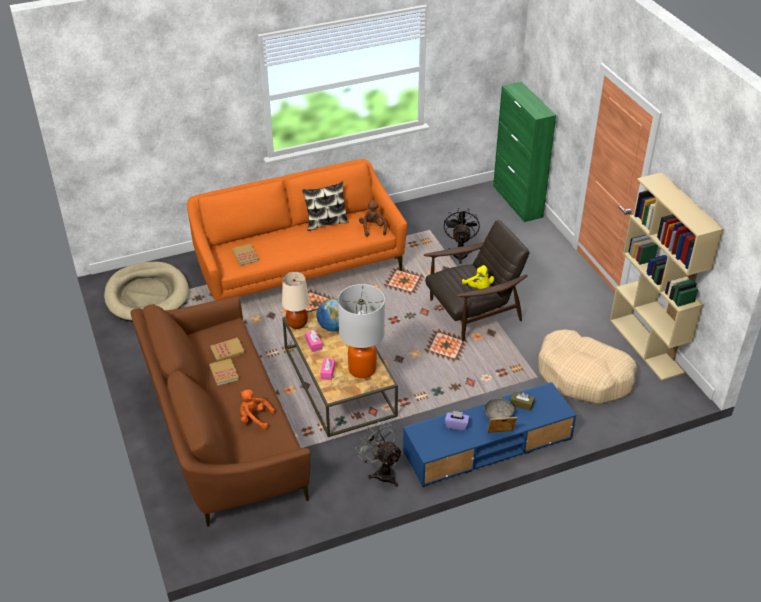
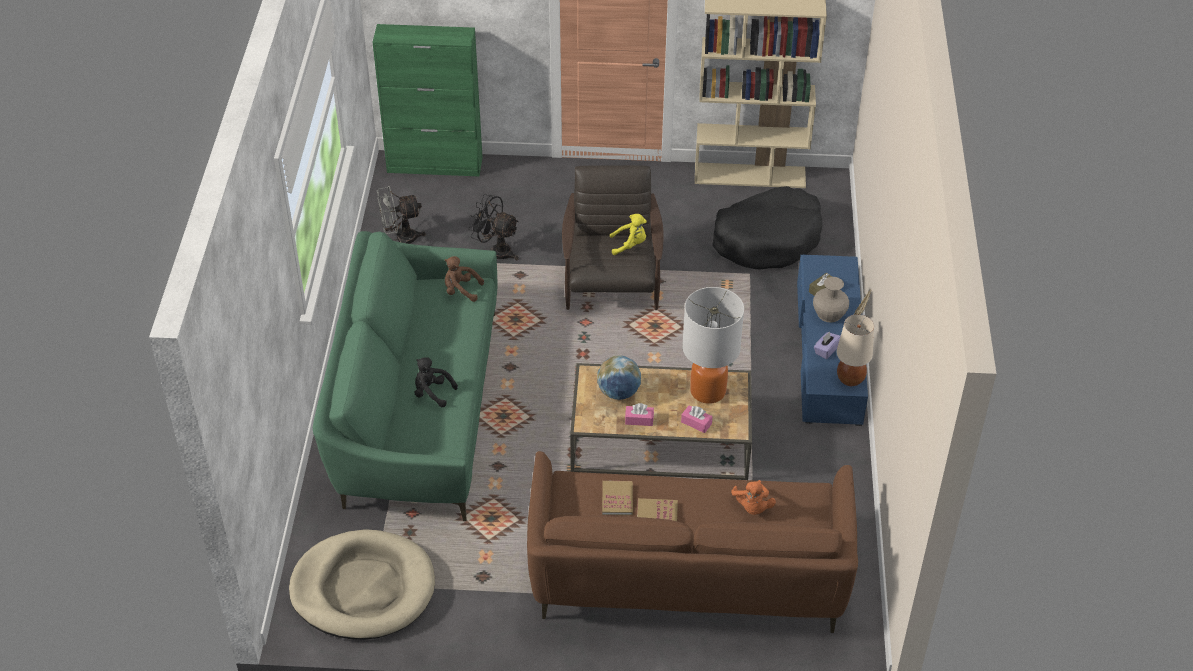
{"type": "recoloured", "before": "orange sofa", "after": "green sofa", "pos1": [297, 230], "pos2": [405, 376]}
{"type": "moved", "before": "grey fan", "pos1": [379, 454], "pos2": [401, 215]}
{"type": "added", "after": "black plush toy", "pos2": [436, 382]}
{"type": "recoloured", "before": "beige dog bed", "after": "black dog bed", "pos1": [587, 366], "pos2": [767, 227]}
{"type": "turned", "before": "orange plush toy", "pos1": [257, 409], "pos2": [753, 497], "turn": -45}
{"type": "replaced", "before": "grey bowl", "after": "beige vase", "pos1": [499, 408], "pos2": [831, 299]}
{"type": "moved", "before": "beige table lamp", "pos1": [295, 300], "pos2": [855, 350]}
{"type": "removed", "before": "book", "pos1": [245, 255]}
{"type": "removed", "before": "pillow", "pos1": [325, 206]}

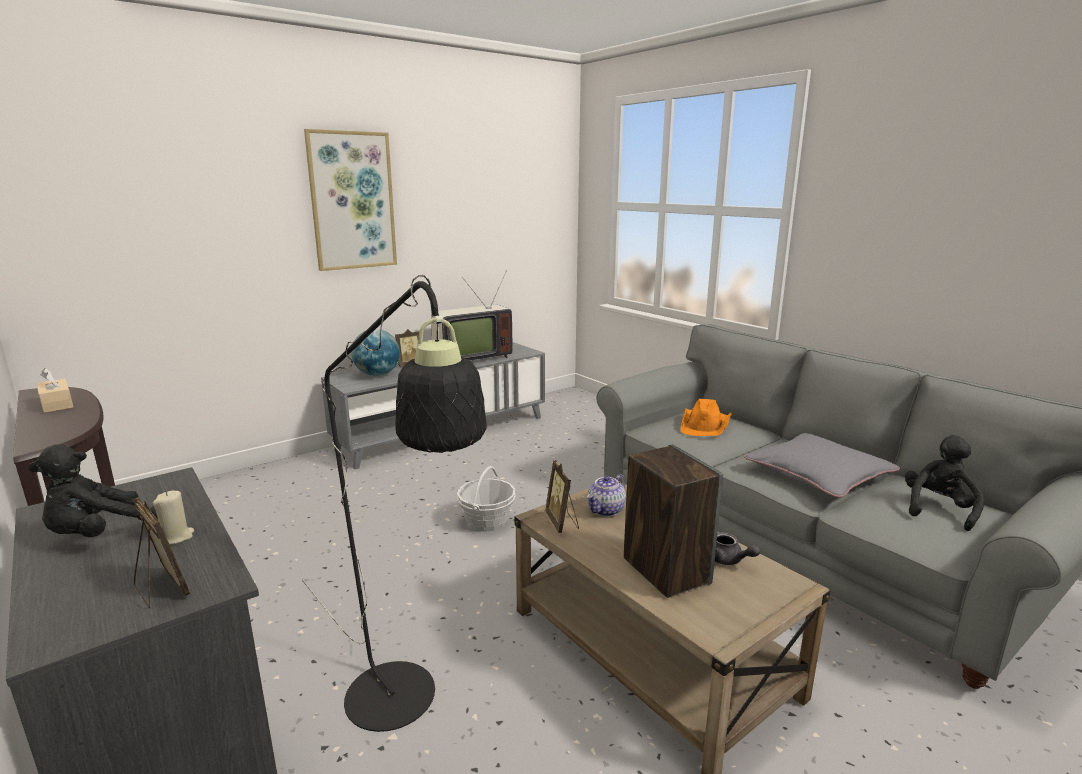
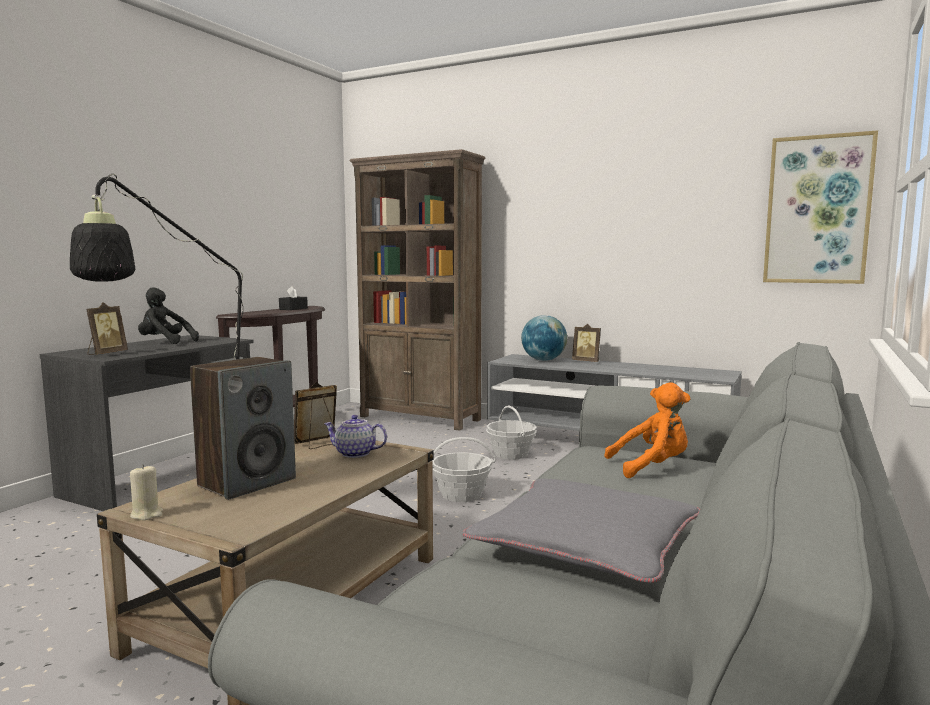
{"type": "moved", "before": "beige candle", "pos1": [173, 518], "pos2": [146, 492]}
{"type": "recoloured", "before": "beige tissue box", "after": "black tissue box", "pos1": [55, 390], "pos2": [293, 298]}
{"type": "added", "after": "brown bookcase", "pos2": [417, 290]}
{"type": "added", "after": "basket", "pos2": [511, 432]}
{"type": "replaced", "before": "orange hat", "after": "orange plush toy", "pos1": [706, 417], "pos2": [647, 430]}
{"type": "moved", "before": "picture", "pos1": [350, 200], "pos2": [820, 207]}
{"type": "removed", "before": "television", "pos1": [471, 315]}
{"type": "removed", "before": "grey teapot", "pos1": [737, 548]}
{"type": "removed", "before": "black plush toy", "pos1": [944, 483]}

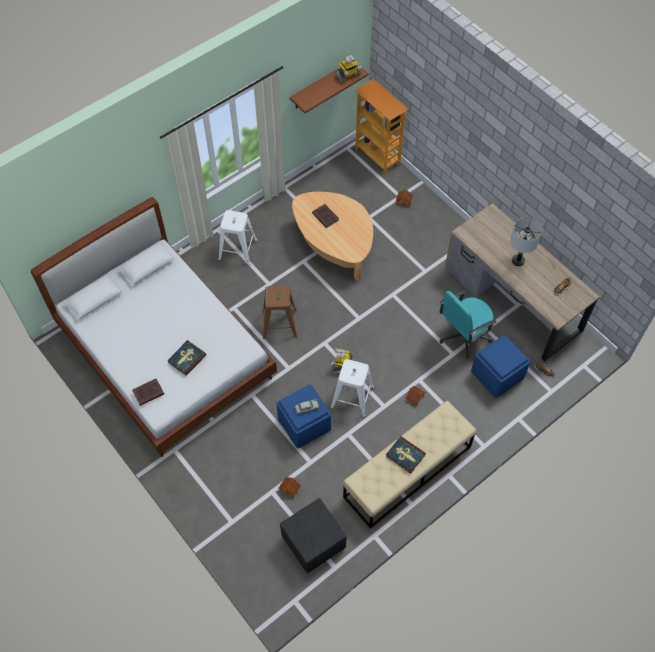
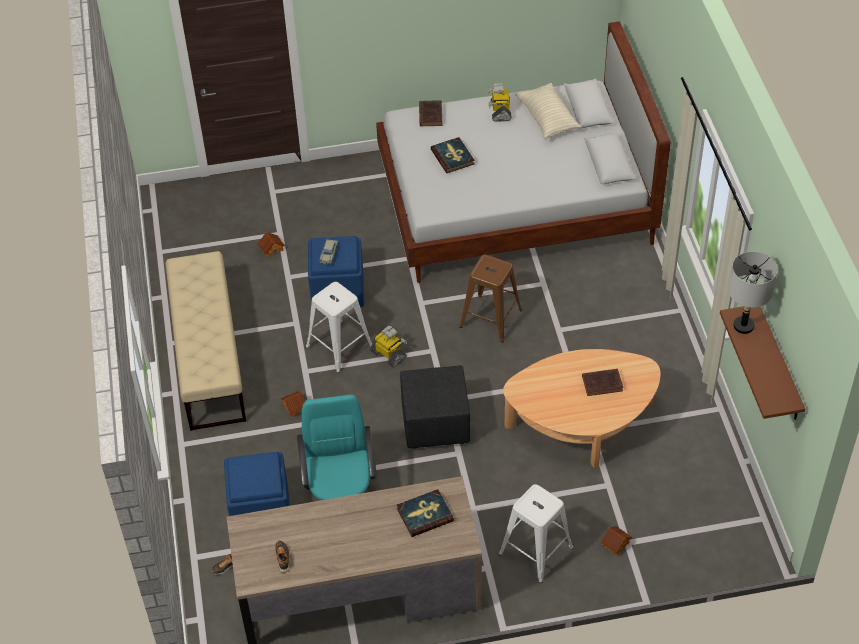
{"type": "moved", "before": "book", "pos1": [406, 455], "pos2": [425, 513]}
{"type": "moved", "before": "black ottoman", "pos1": [313, 535], "pos2": [435, 407]}
{"type": "moved", "before": "toy robot", "pos1": [348, 69], "pos2": [499, 102]}
{"type": "moved", "before": "white stool", "pos1": [238, 238], "pos2": [536, 533]}
{"type": "added", "after": "beige pillow", "pos2": [548, 111]}
{"type": "moved", "before": "grey table lamp", "pos1": [526, 242], "pos2": [753, 293]}
{"type": "removed", "before": "bookcase", "pos1": [381, 127]}

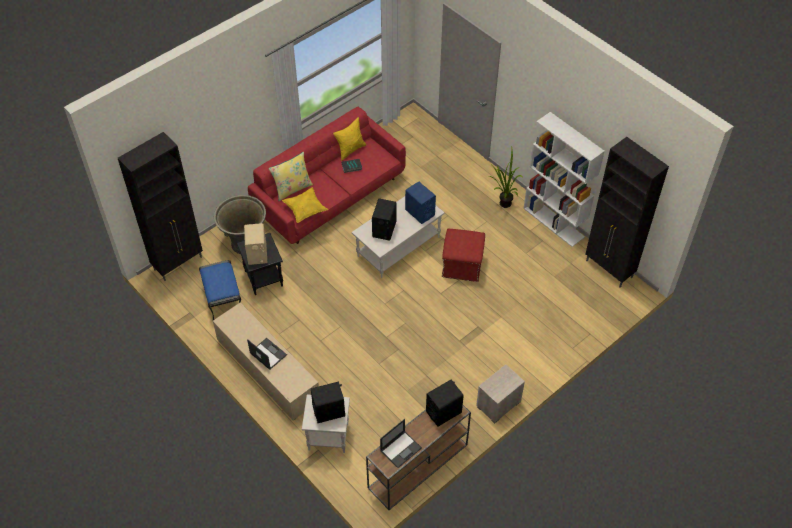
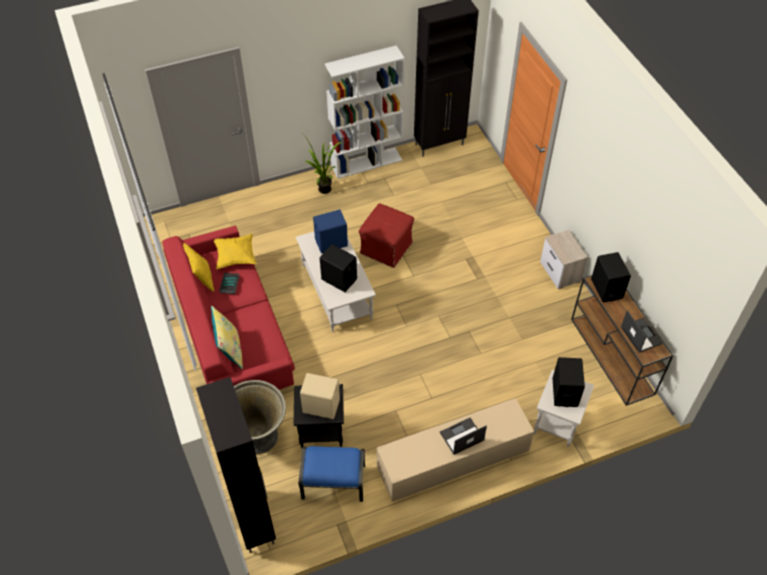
{"type": "moved", "before": "yellow pillow", "pos1": [305, 205], "pos2": [235, 251]}

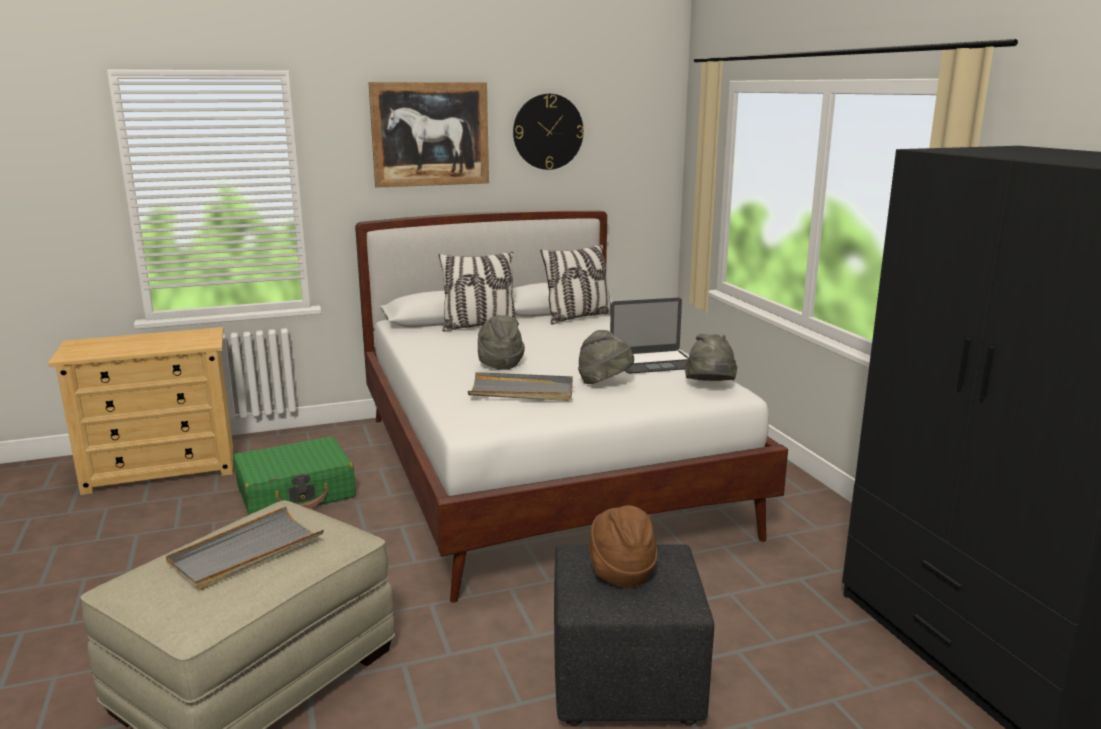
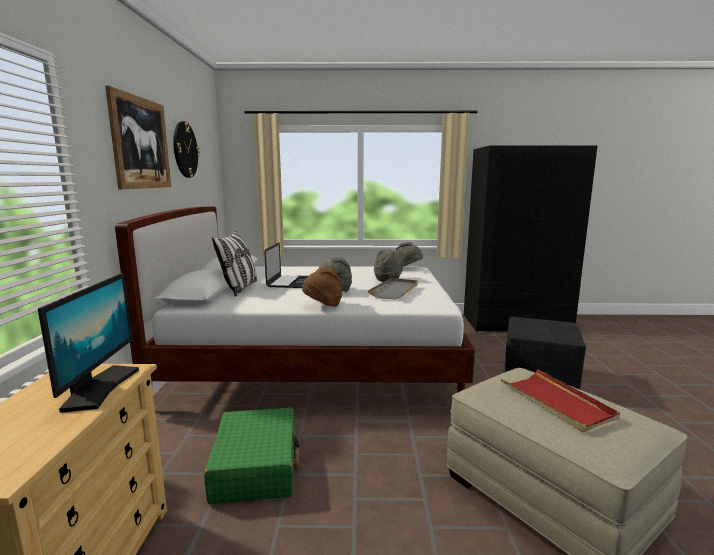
{"type": "added", "after": "monitor", "pos2": [88, 343]}
{"type": "moved", "before": "laptop", "pos1": [649, 336], "pos2": [286, 265]}
{"type": "moved", "before": "brown hat", "pos1": [623, 546], "pos2": [322, 287]}
{"type": "recoloured", "before": "grey tray", "after": "red tray", "pos1": [245, 548], "pos2": [560, 400]}
{"type": "removed", "before": "pillow", "pos1": [575, 284]}

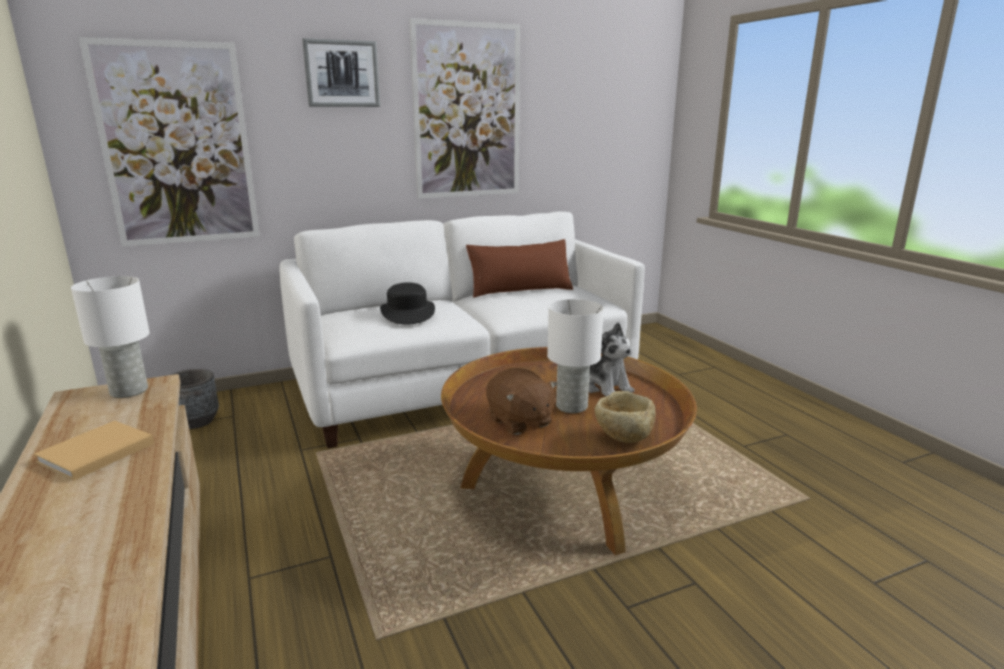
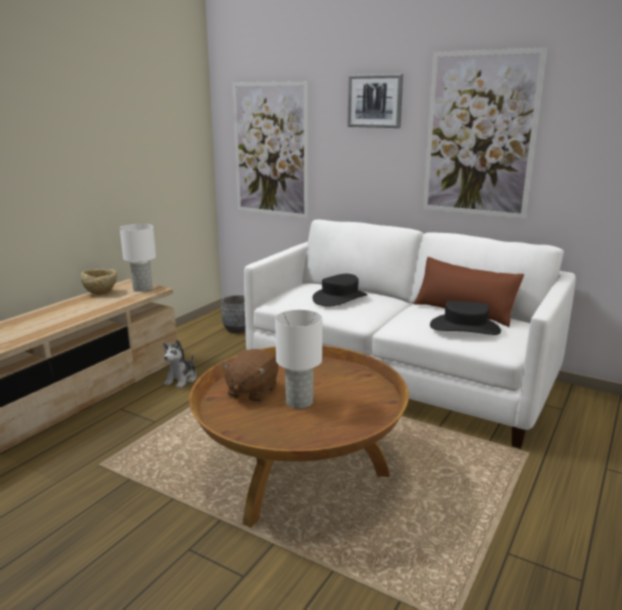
{"type": "moved", "before": "beige bowl", "pos1": [625, 417], "pos2": [99, 282]}
{"type": "moved", "before": "plush toy", "pos1": [611, 359], "pos2": [180, 364]}
{"type": "added", "after": "black hat", "pos2": [465, 318]}
{"type": "removed", "before": "beige book", "pos1": [94, 450]}

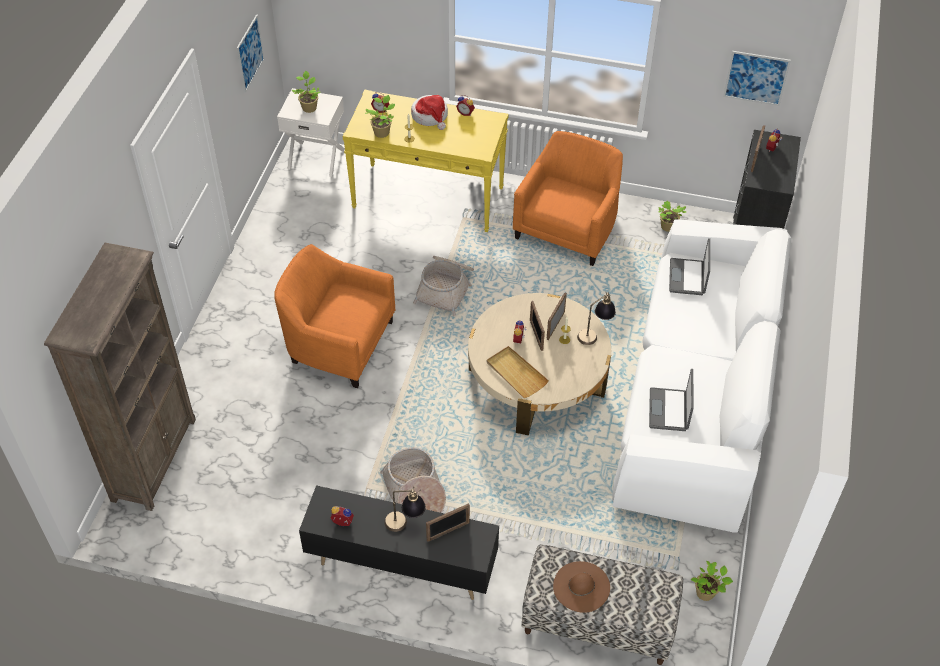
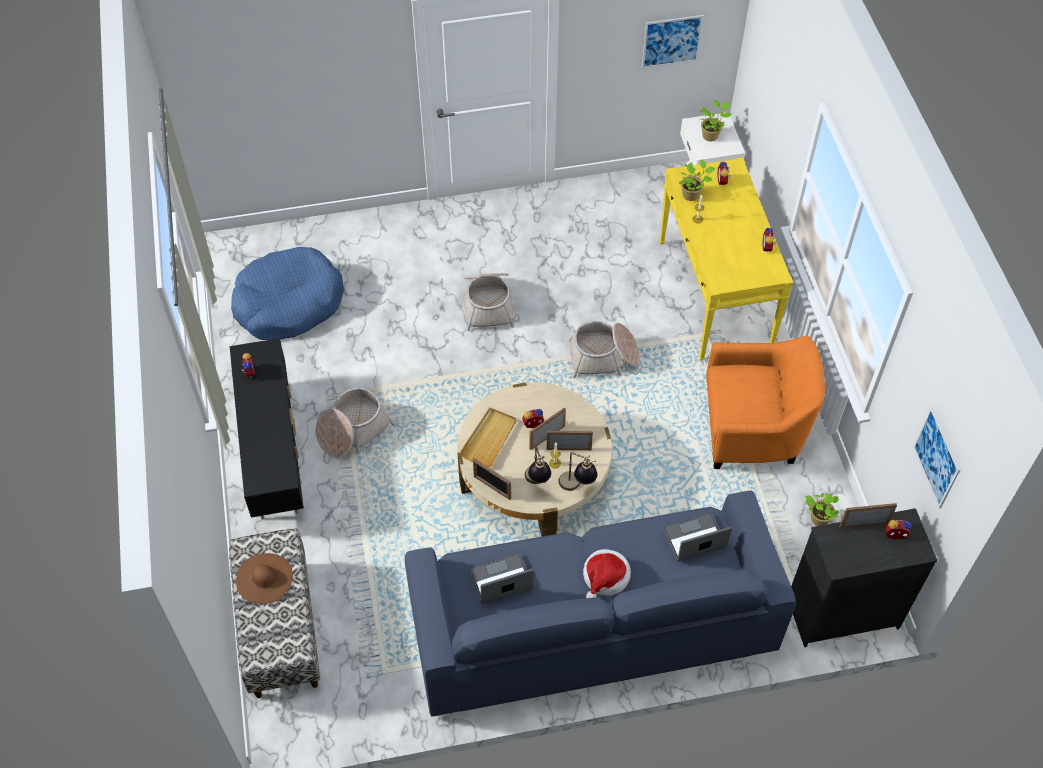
{"type": "added", "after": "blue dog bed", "pos2": [287, 293]}
{"type": "recoloured", "before": "white sofa", "after": "blue sofa", "pos1": [702, 376], "pos2": [600, 603]}
{"type": "replaced", "before": "orange armchair", "after": "basket", "pos1": [334, 316], "pos2": [489, 302]}
{"type": "moved", "before": "picture frame", "pos1": [448, 522], "pos2": [492, 479]}
{"type": "moved", "before": "table lamp", "pos1": [405, 509], "pos2": [538, 465]}
{"type": "moved", "before": "hat", "pos1": [429, 112], "pos2": [607, 573]}
{"type": "removed", "before": "brown bookcase", "pos1": [120, 377]}
{"type": "removed", "before": "potted plant", "pos1": [712, 581]}

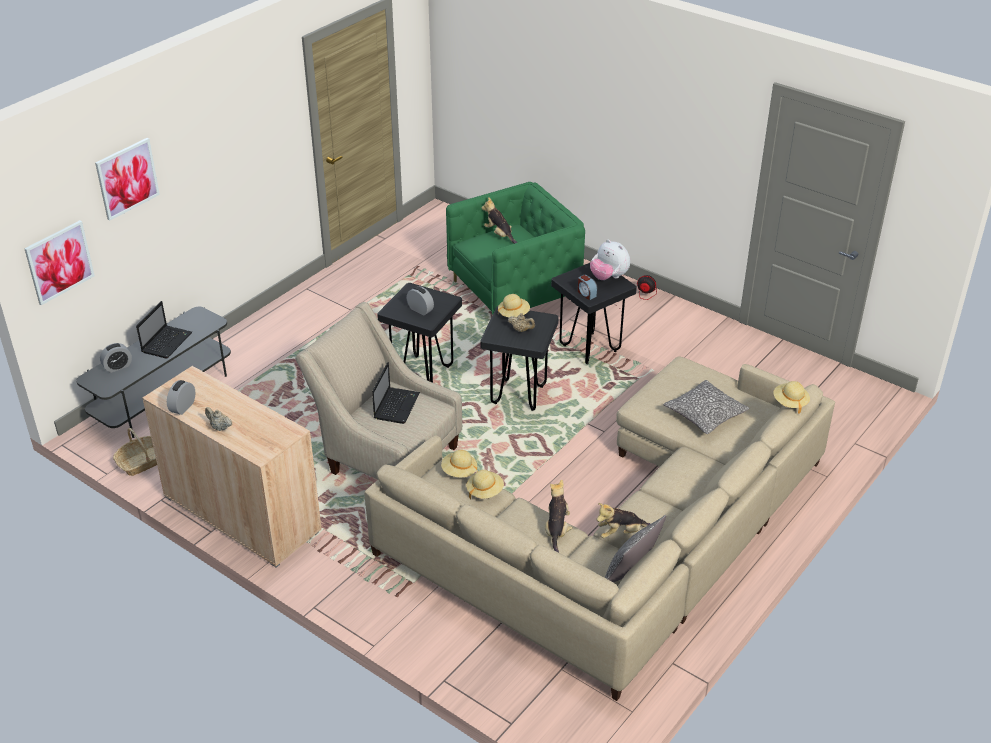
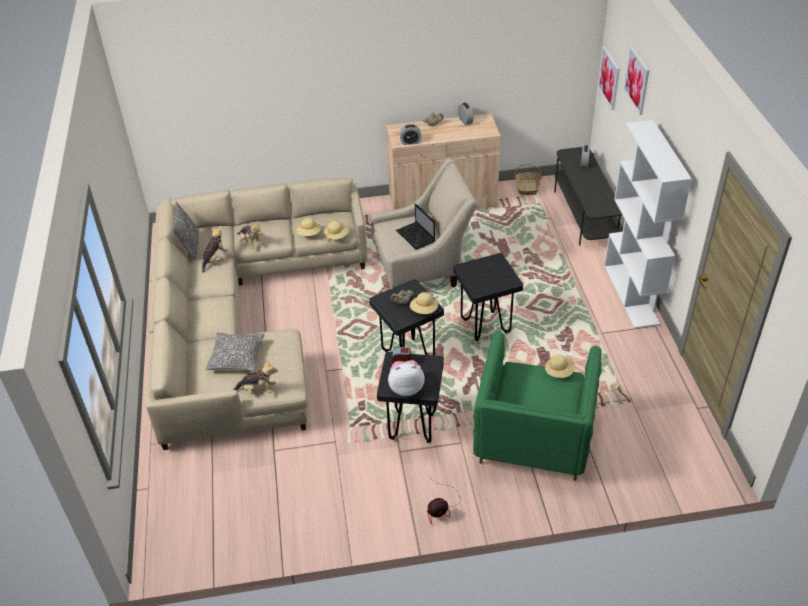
{"type": "moved", "before": "plush toy", "pos1": [499, 220], "pos2": [255, 377]}
{"type": "moved", "before": "alarm clock", "pos1": [420, 301], "pos2": [411, 134]}
{"type": "moved", "before": "beige hat", "pos1": [791, 397], "pos2": [560, 366]}
{"type": "added", "after": "white bookcase", "pos2": [648, 224]}
{"type": "removed", "before": "laptop", "pos1": [164, 330]}

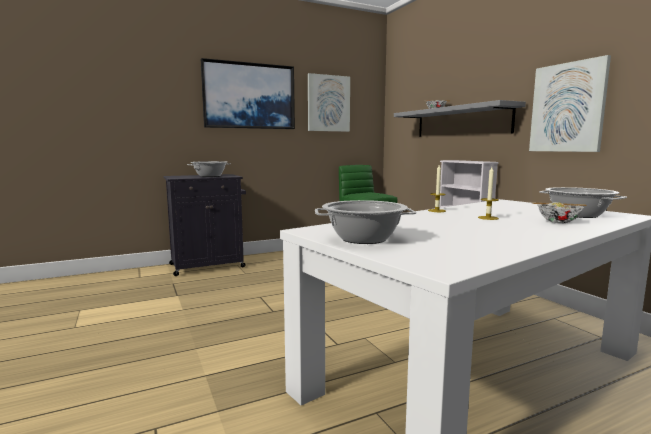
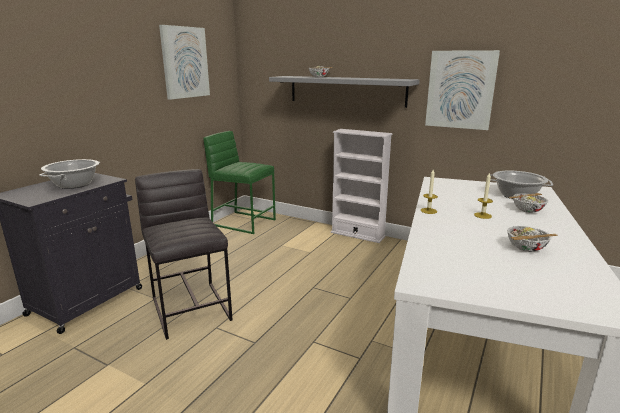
{"type": "added", "after": "grey stool", "pos2": [184, 254]}
{"type": "added", "after": "bowl", "pos2": [532, 239]}
{"type": "removed", "before": "picture", "pos1": [248, 93]}
{"type": "removed", "before": "cooking pot", "pos1": [365, 222]}

